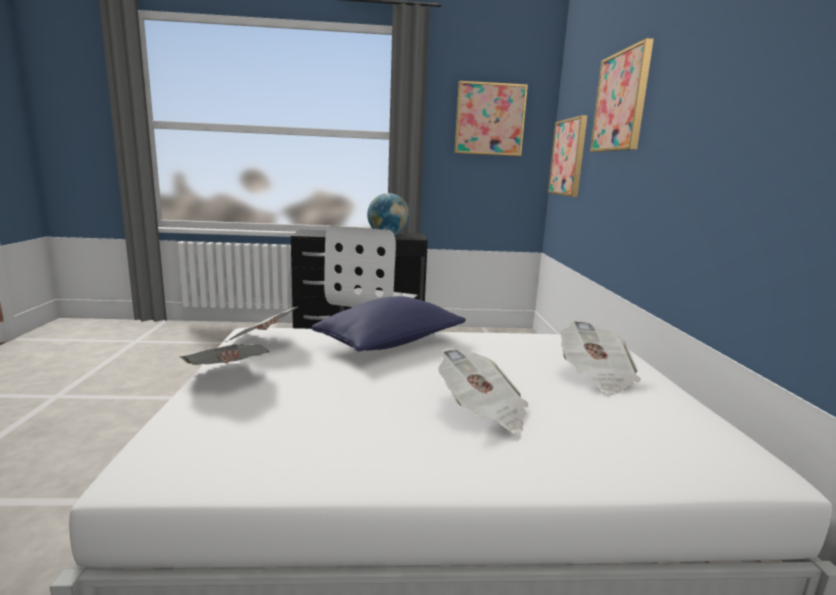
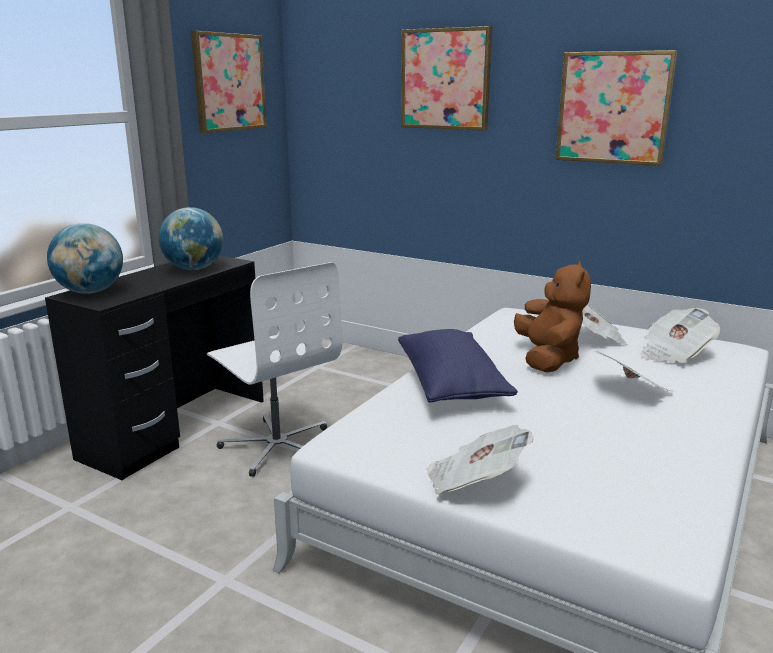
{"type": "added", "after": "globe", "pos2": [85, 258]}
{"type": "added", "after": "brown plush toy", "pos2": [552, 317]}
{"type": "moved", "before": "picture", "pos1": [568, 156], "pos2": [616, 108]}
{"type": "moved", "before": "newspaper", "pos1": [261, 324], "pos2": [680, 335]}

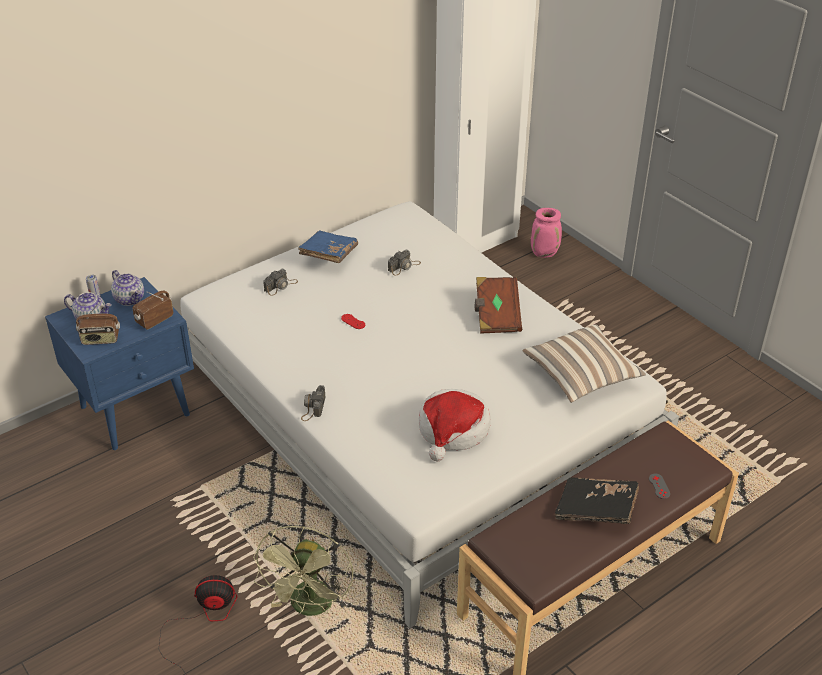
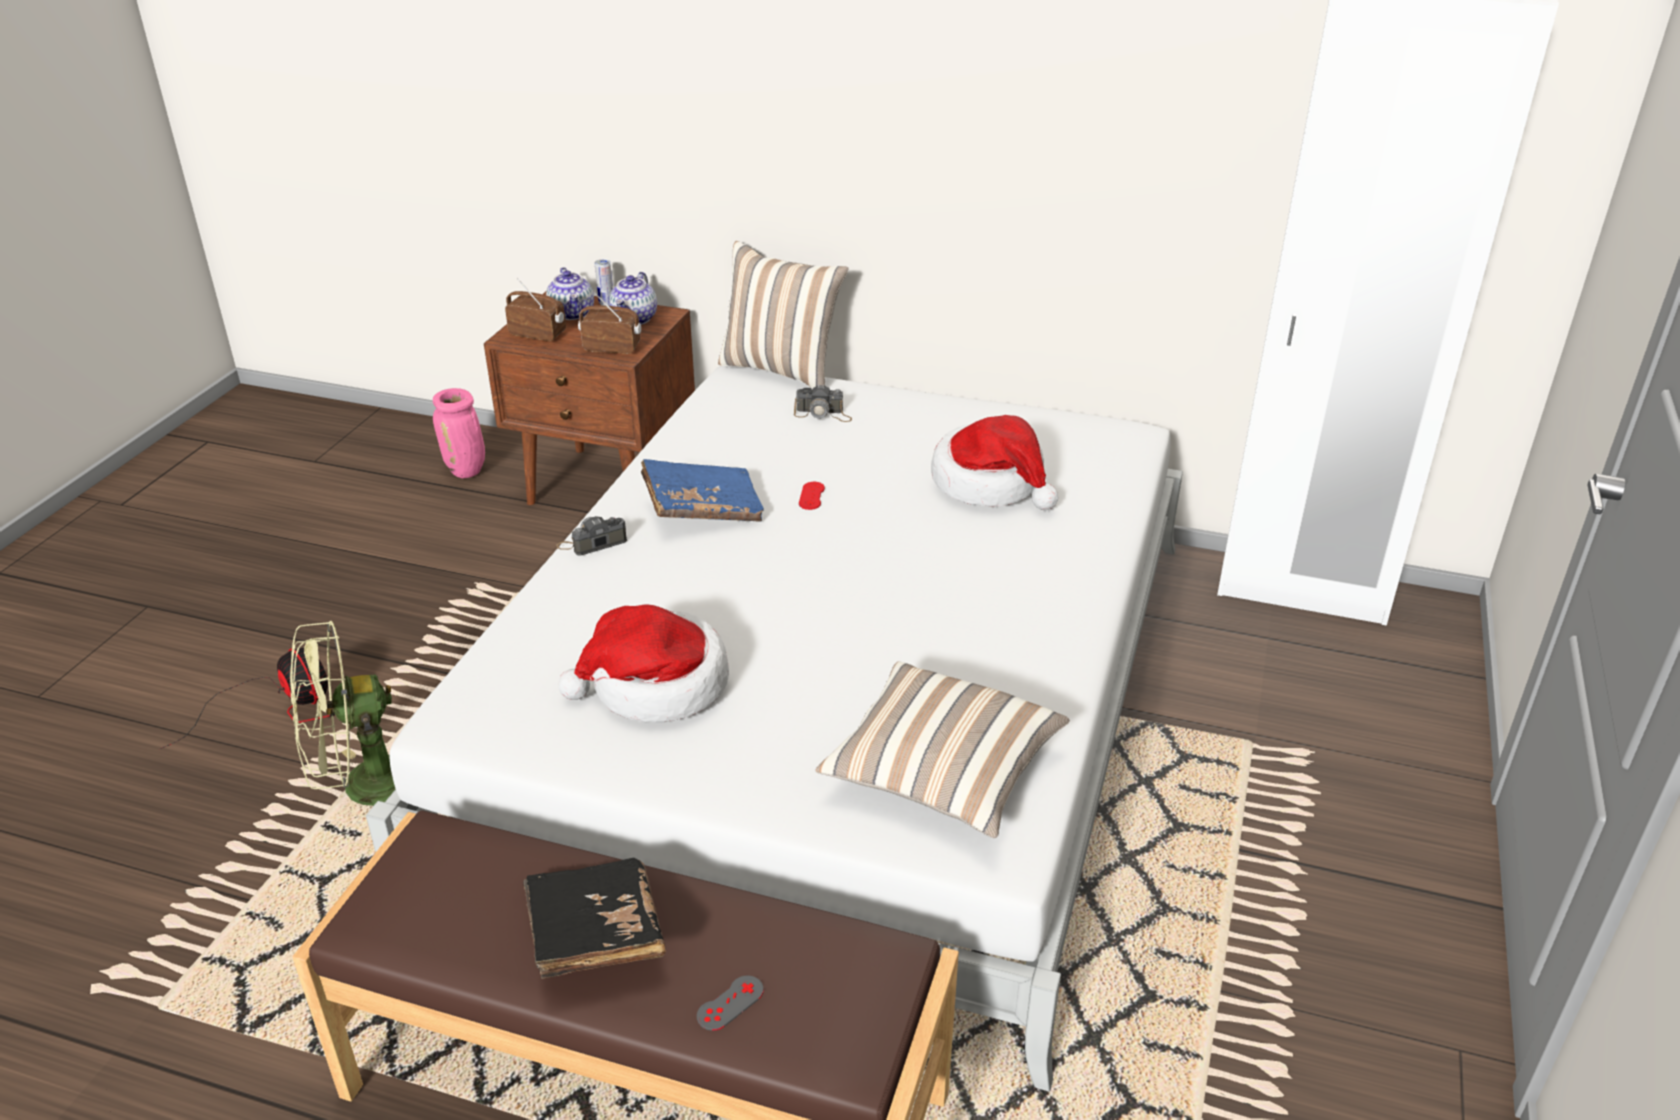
{"type": "moved", "before": "pink vase", "pos1": [546, 233], "pos2": [459, 433]}
{"type": "recoloured", "before": "blue nightstand", "after": "brown nightstand", "pos1": [119, 363], "pos2": [589, 398]}
{"type": "turned", "before": "radio", "pos1": [98, 323], "pos2": [535, 309], "turn": 150}
{"type": "moved", "before": "blue book", "pos1": [328, 246], "pos2": [702, 490]}
{"type": "added", "after": "pillow", "pos2": [783, 315]}
{"type": "replaced", "before": "photo camera", "after": "hat", "pos1": [404, 262], "pos2": [994, 462]}
{"type": "removed", "before": "brown book", "pos1": [498, 305]}

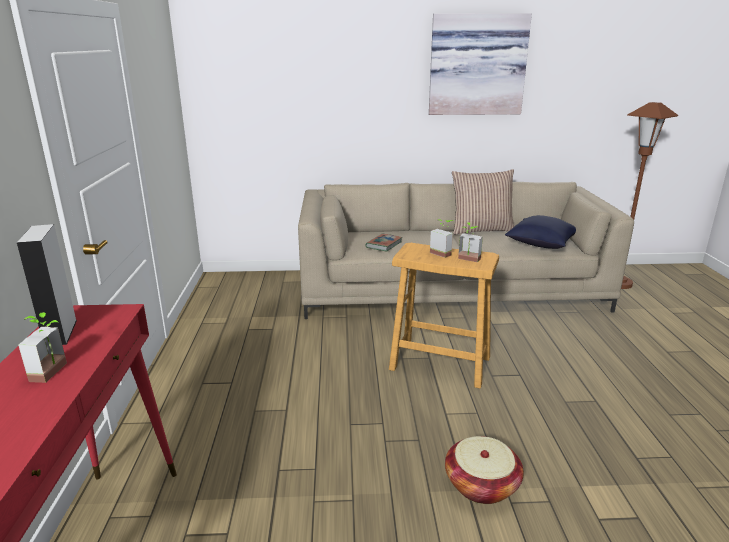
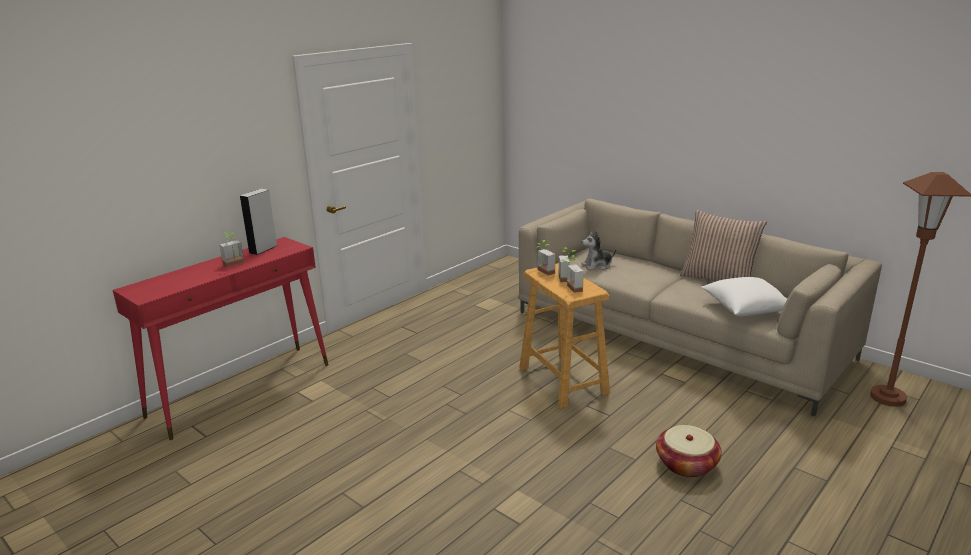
{"type": "added", "after": "potted plant", "pos2": [545, 257]}
{"type": "replaced", "before": "book", "after": "plush toy", "pos1": [384, 243], "pos2": [598, 250]}
{"type": "moved", "before": "basket", "pos1": [484, 470], "pos2": [689, 451]}
{"type": "recoloured", "before": "blue pillow", "after": "white pillow", "pos1": [540, 232], "pos2": [744, 296]}
{"type": "removed", "before": "picture", "pos1": [480, 64]}

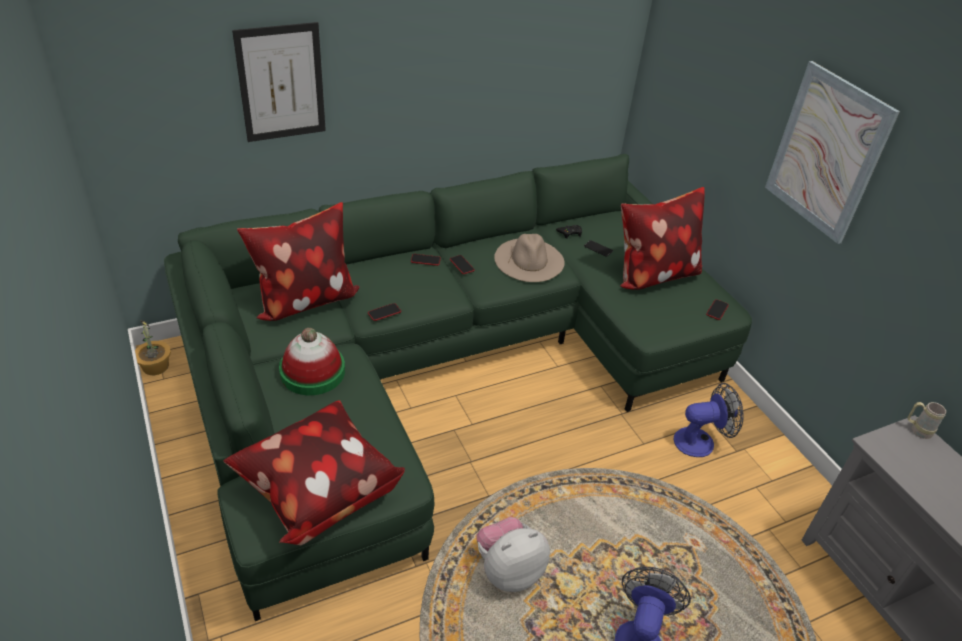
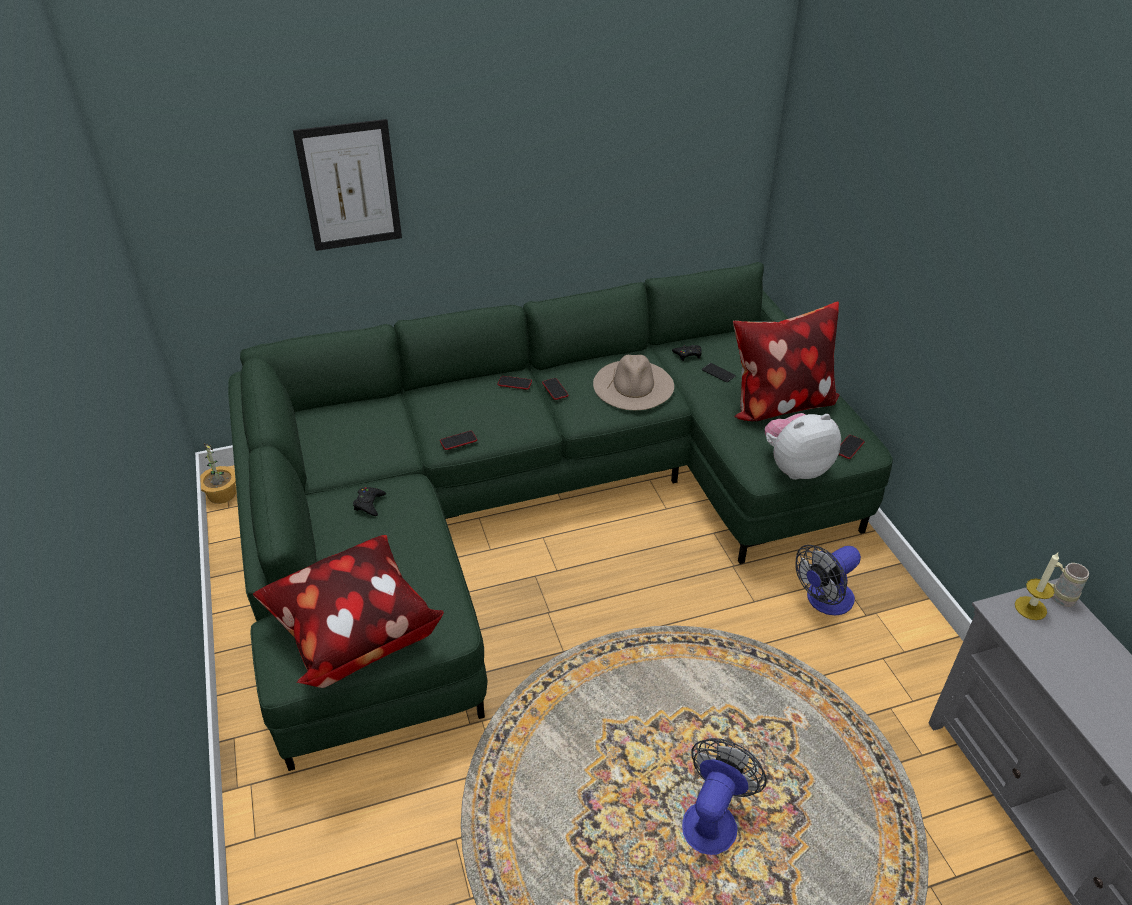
{"type": "replaced", "before": "hat", "after": "black game controller", "pos1": [312, 361], "pos2": [369, 501]}
{"type": "moved", "before": "plush toy", "pos1": [513, 554], "pos2": [803, 446]}
{"type": "turned", "before": "fan", "pos1": [708, 420], "pos2": [828, 580], "turn": 150}
{"type": "added", "after": "candle", "pos2": [1037, 586]}
{"type": "removed", "before": "pillow", "pos1": [298, 261]}
{"type": "removed", "before": "picture", "pos1": [832, 152]}

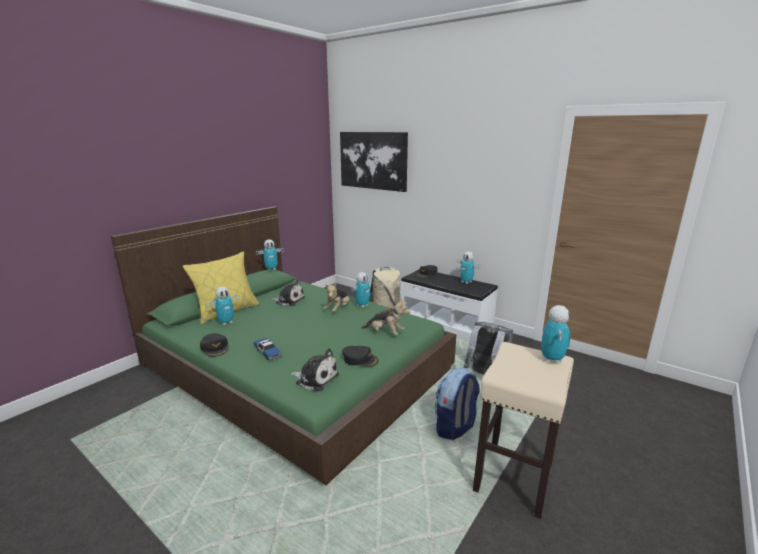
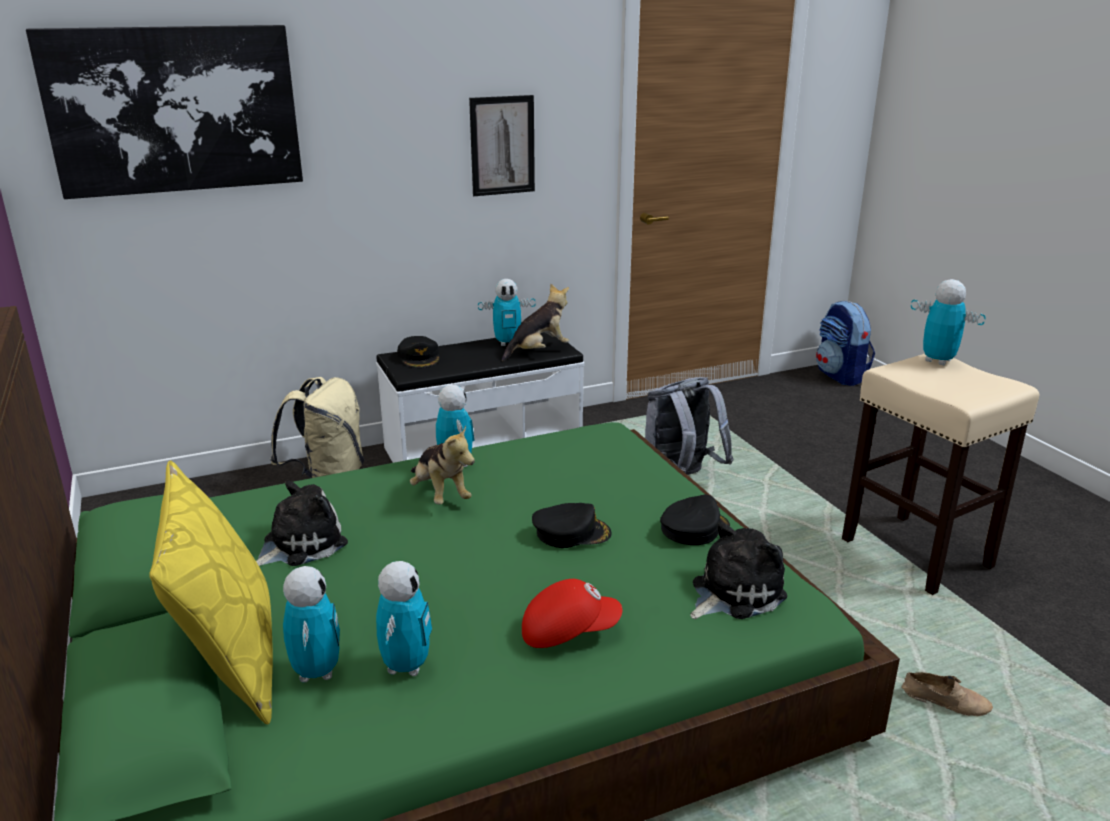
{"type": "moved", "before": "toy robot", "pos1": [270, 255], "pos2": [404, 618]}
{"type": "added", "after": "picture", "pos2": [502, 145]}
{"type": "moved", "before": "plush toy", "pos1": [386, 316], "pos2": [535, 323]}
{"type": "replaced", "before": "toy car", "after": "red cap", "pos1": [267, 349], "pos2": [572, 613]}
{"type": "moved", "before": "black cap", "pos1": [214, 345], "pos2": [572, 525]}
{"type": "moved", "before": "backpack", "pos1": [457, 403], "pos2": [845, 343]}
{"type": "added", "after": "beige shoe", "pos2": [947, 694]}

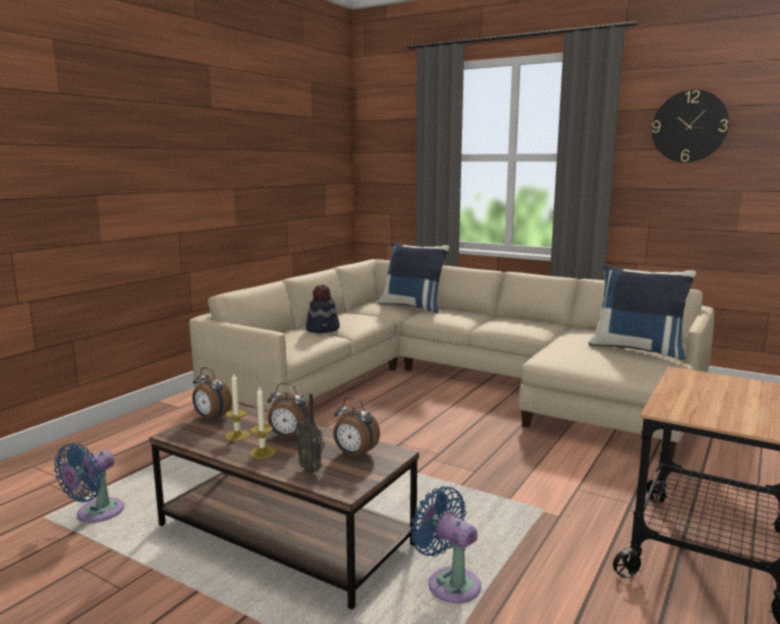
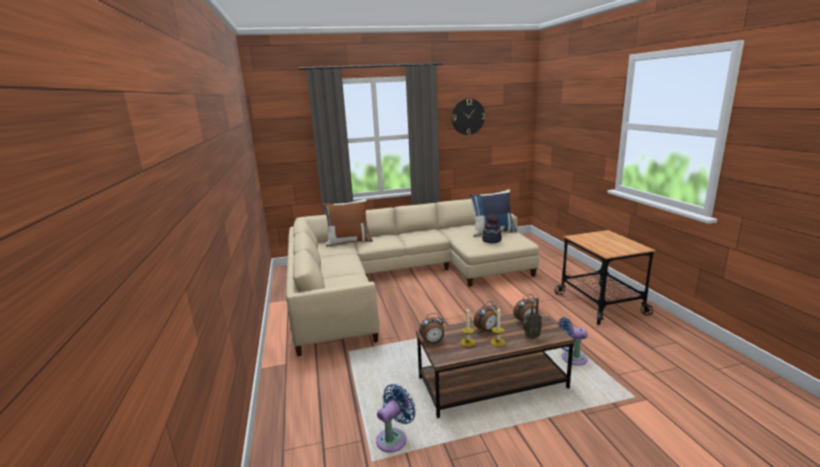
{"type": "recoloured", "before": "blue pillow", "after": "brown pillow", "pos1": [414, 277], "pos2": [348, 223]}
{"type": "turned", "before": "blue fan", "pos1": [89, 483], "pos2": [396, 418], "turn": -120}
{"type": "moved", "before": "hat", "pos1": [323, 309], "pos2": [492, 229]}

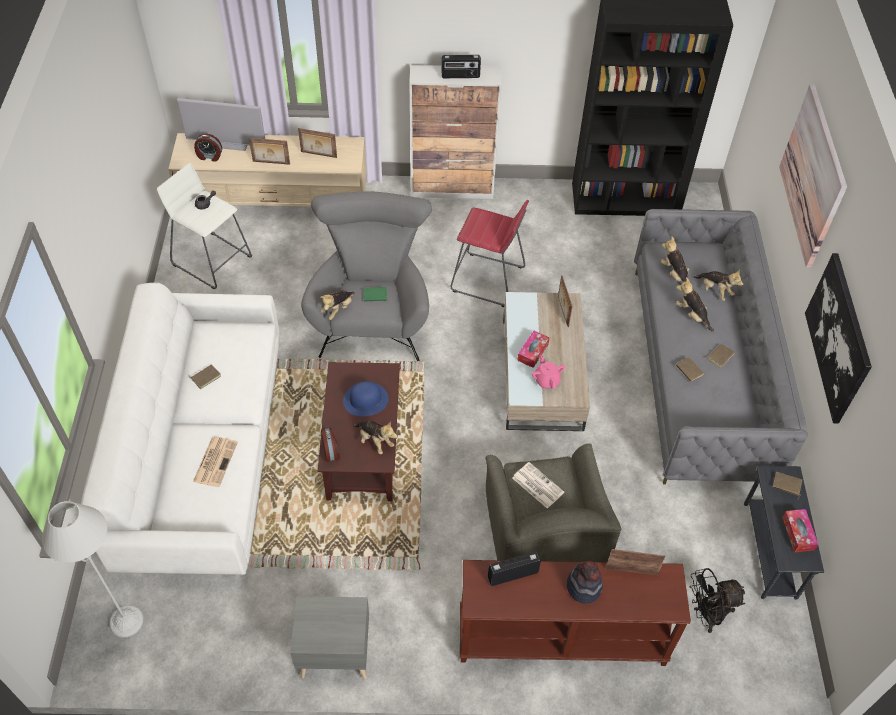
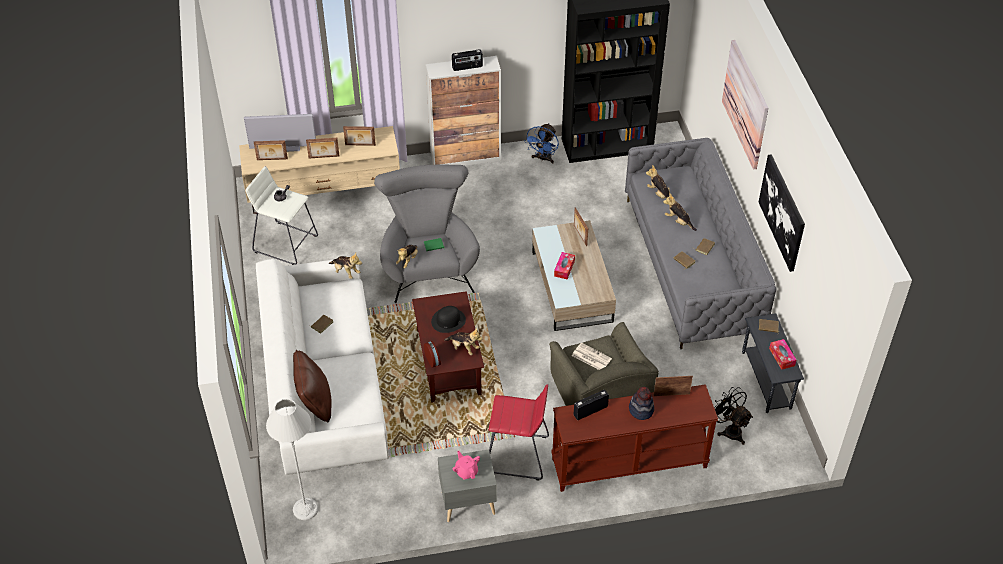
{"type": "replaced", "before": "alarm clock", "after": "picture frame", "pos1": [208, 148], "pos2": [271, 150]}
{"type": "added", "after": "brown pillow", "pos2": [312, 386]}
{"type": "moved", "before": "plush toy", "pos1": [718, 285], "pos2": [345, 266]}
{"type": "recoloured", "before": "blue hat", "after": "black hat", "pos1": [366, 398], "pos2": [448, 319]}
{"type": "moved", "before": "pink teapot", "pos1": [548, 372], "pos2": [466, 465]}
{"type": "moved", "before": "red stool", "pos1": [489, 253], "pos2": [519, 432]}
{"type": "added", "after": "blue fan", "pos2": [541, 143]}
{"type": "turned", "before": "black fan", "pos1": [717, 600], "pos2": [733, 416], "turn": 75}
{"type": "removed", "before": "newspaper", "pos1": [215, 462]}

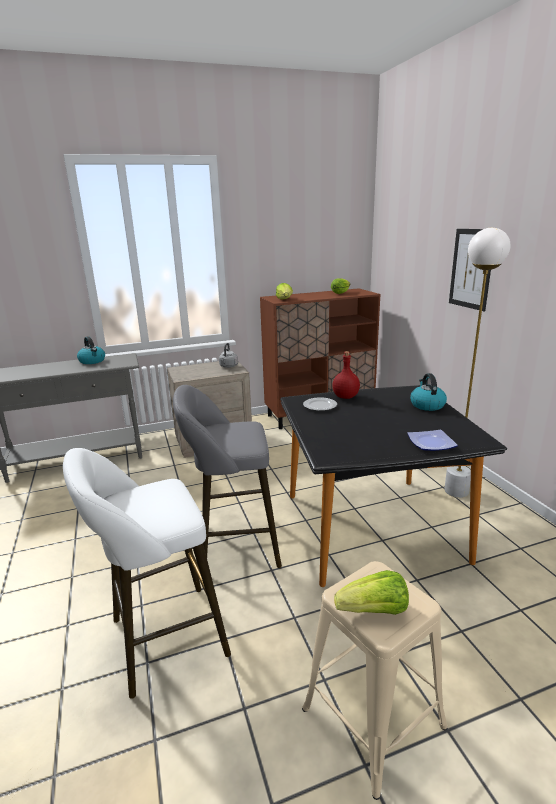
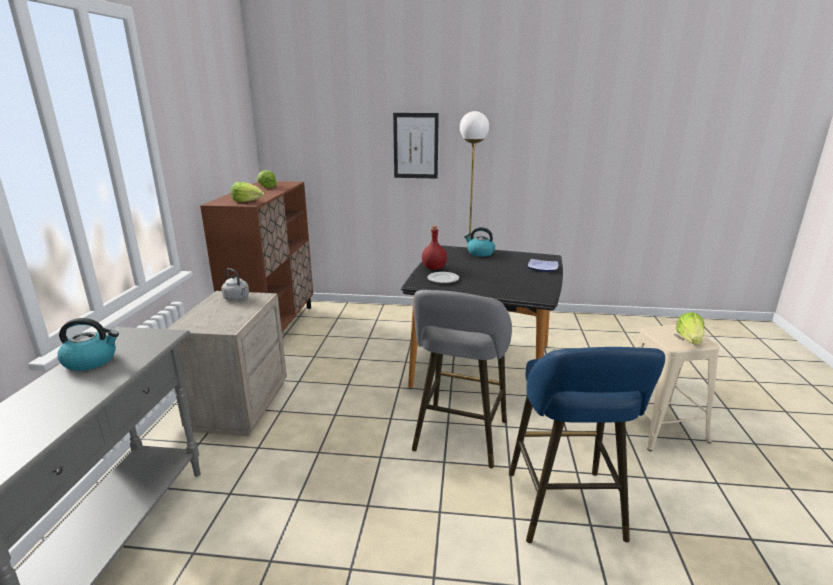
{"type": "recoloured", "before": "white stool", "after": "blue stool", "pos1": [147, 573], "pos2": [587, 445]}

